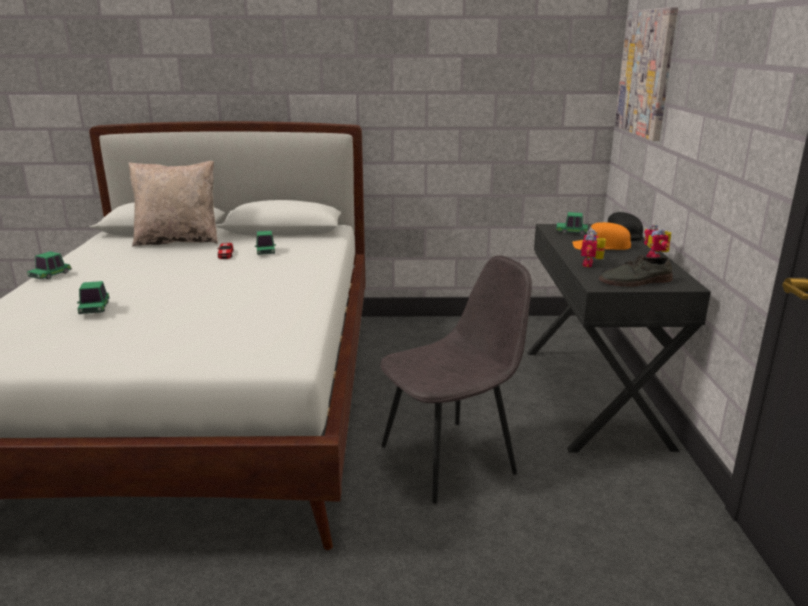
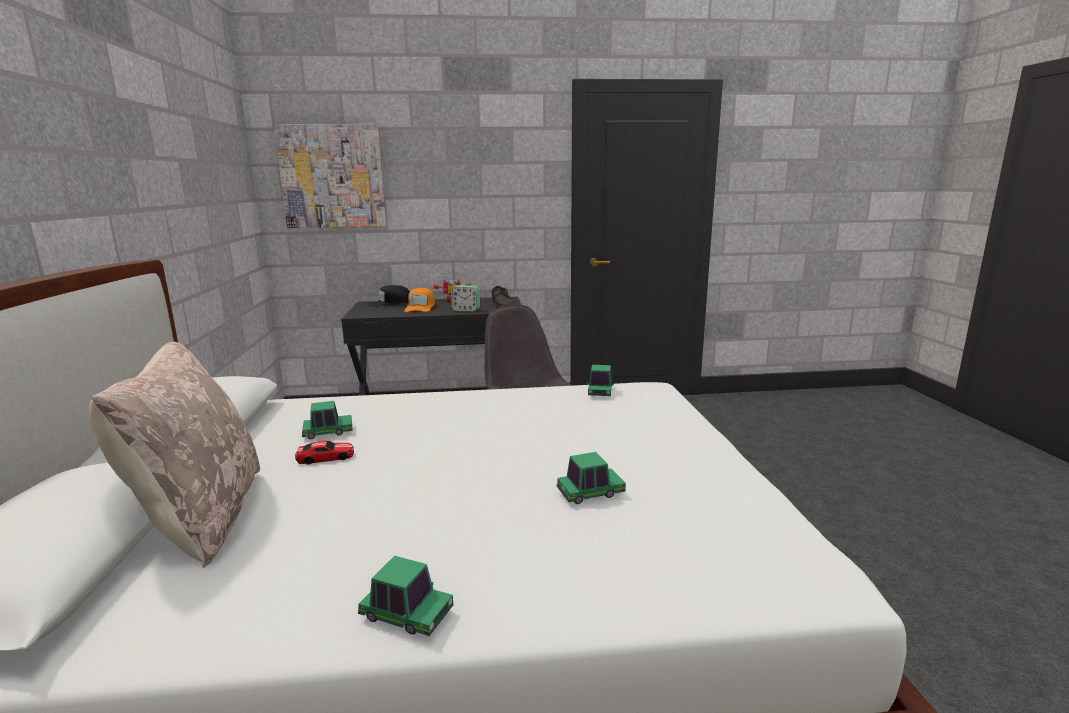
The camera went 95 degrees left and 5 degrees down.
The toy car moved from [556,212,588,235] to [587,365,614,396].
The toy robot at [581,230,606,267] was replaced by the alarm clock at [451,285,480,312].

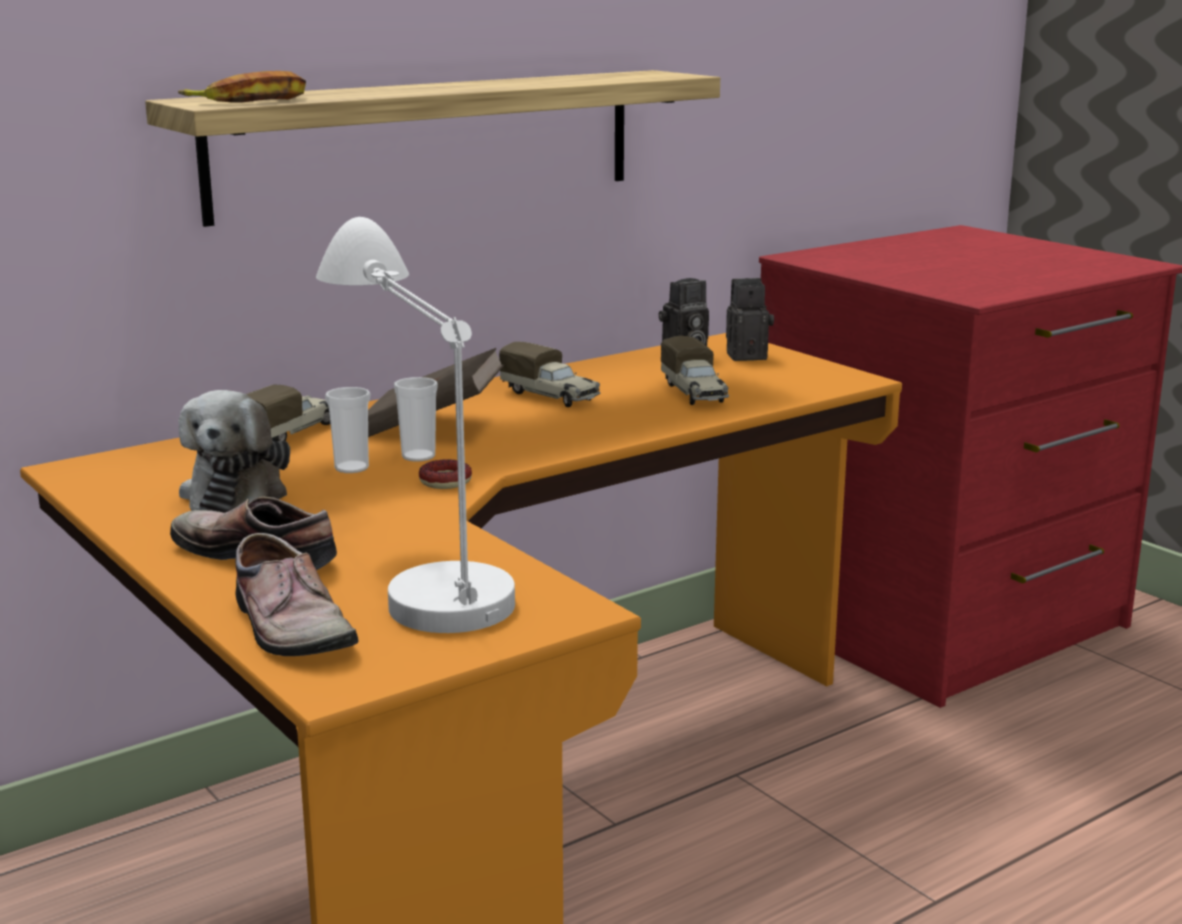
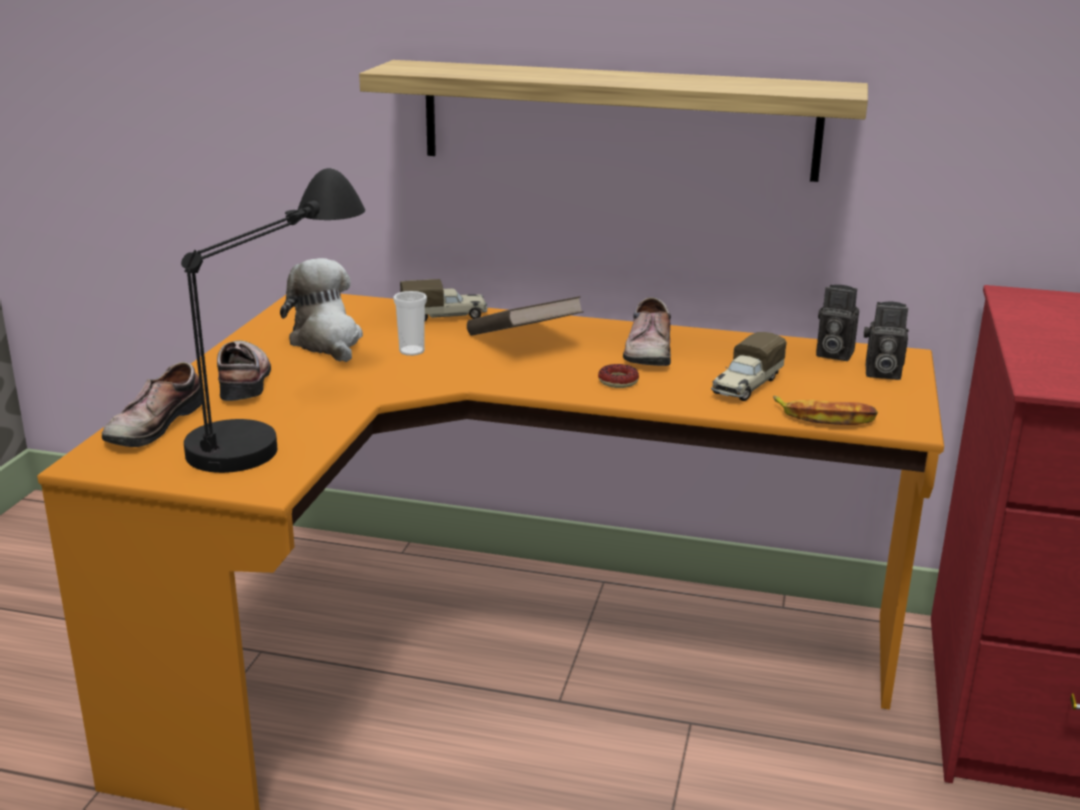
The camera went 50 degrees right and 5 degrees up.
The banana moved from [178,71,306,102] to [773,395,878,425].
The plush toy at [178,390,290,513] turned 105 degrees clockwise.
The table lamp/white at [316,217,515,633] became the table lamp/black at [181,168,365,473].
The cup at [394,377,438,462] disappeared.
The donut moved from [419,459,472,489] to [598,364,639,388].
The toy truck at [499,342,600,407] was replaced by the shoe at [623,297,671,366].
The photo camera at [726,278,774,361] turned 150 degrees clockwise.

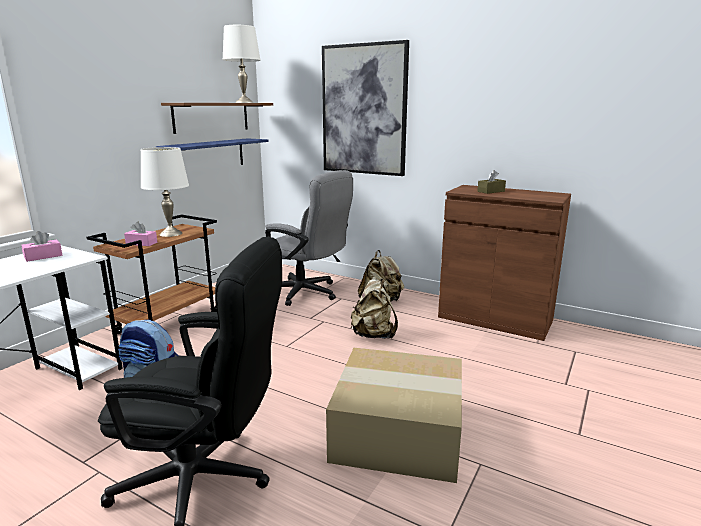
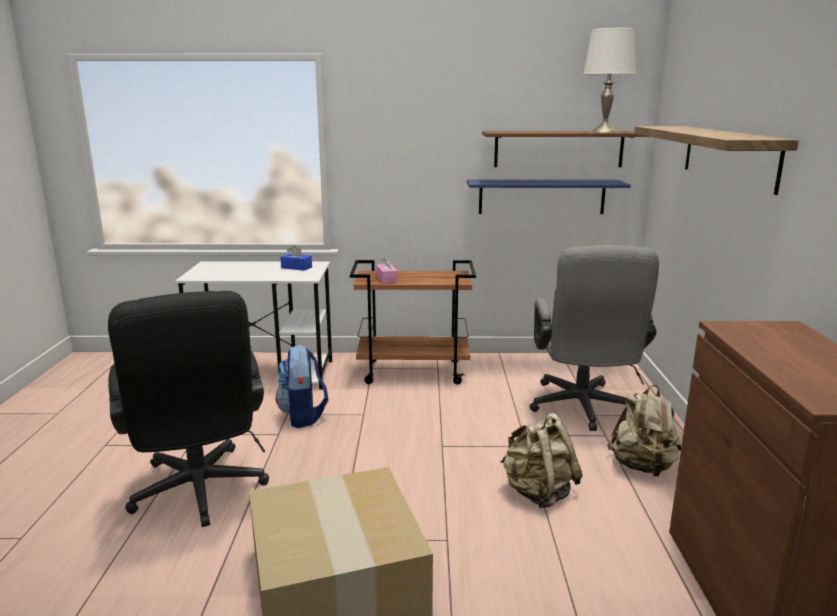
The camera went 60 degrees right and 0 degrees up.
The tissue box/pink at [21,231,62,262] became the tissue box/blue at [281,245,312,271].
The table lamp/white at [141,147,189,237] disappeared.
The picture at [322,40,409,176] was replaced by the shelf at [634,126,799,195].
The tissue box/brown at [477,170,506,194] disappeared.

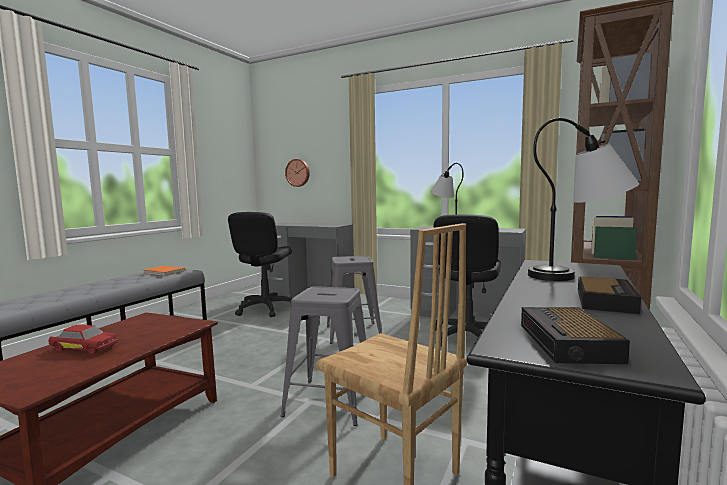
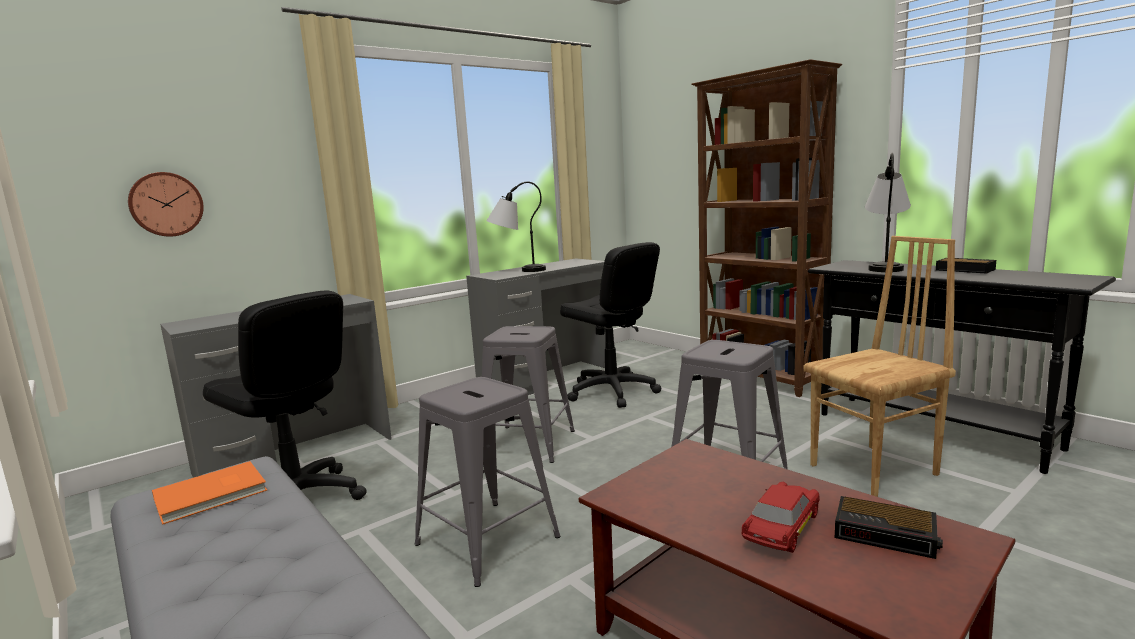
The camera went 65 degrees left and 5 degrees up.
The alarm clock moved from [521,307,630,364] to [835,496,943,559].
The stool/grey at [415,377,560,587] appeared.

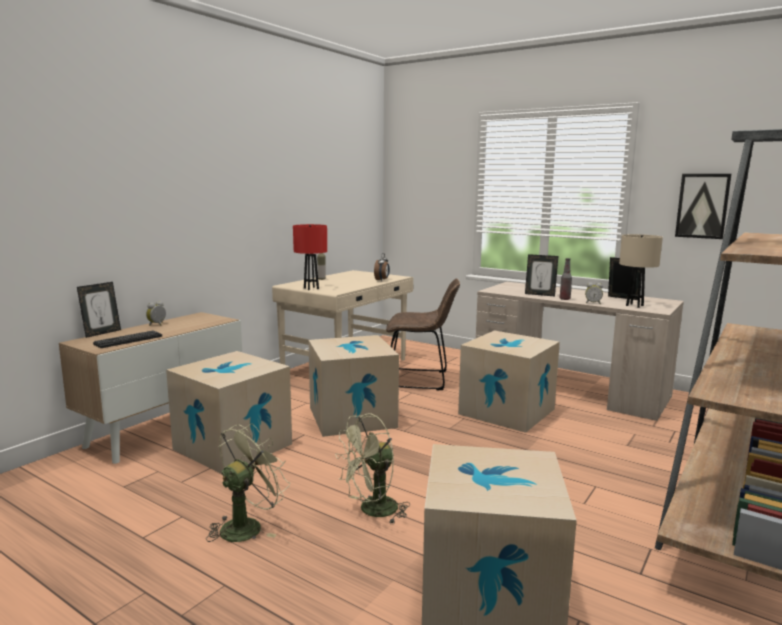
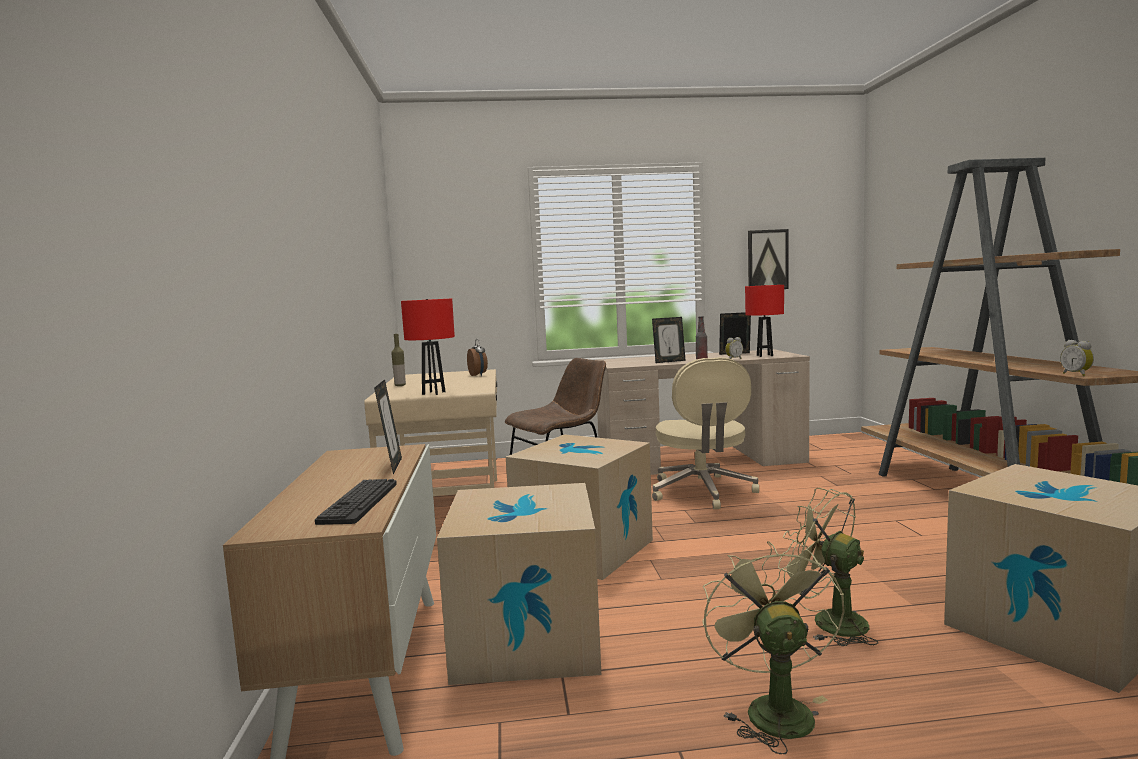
The camera went 40 degrees left and 5 degrees down.
The picture frame moved from [77,282,121,338] to [374,379,402,474].
The alarm clock moved from [146,301,166,326] to [1060,340,1094,376].
The fan/green at [335,414,410,524] turned 120 degrees clockwise.
The cardboard box at [458,330,560,433] was replaced by the office chair/beige at [652,357,759,509].
The table lamp/beige at [619,234,663,308] became the table lamp/red at [745,285,784,357].

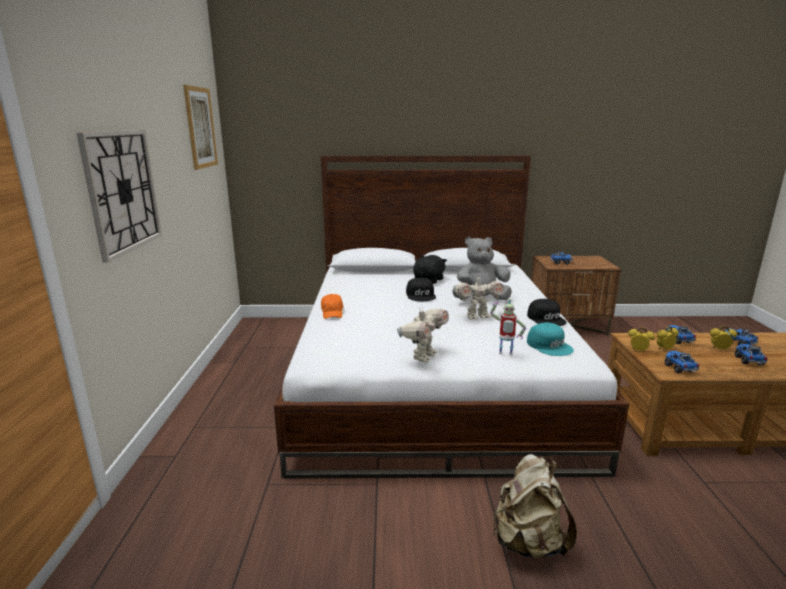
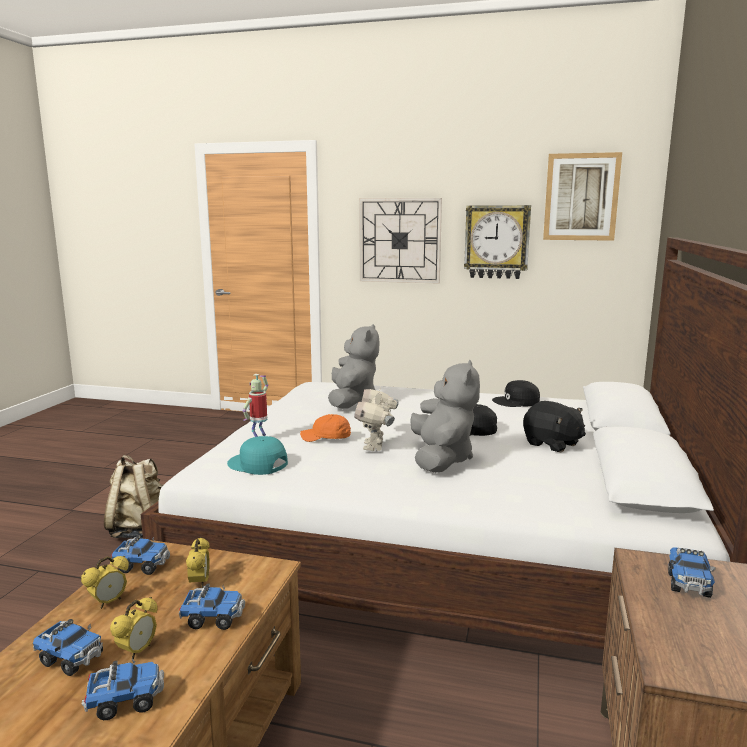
The camera went 105 degrees right and 5 degrees down.
The cap/orange moved from [321,294,343,319] to [300,414,351,442].
The toy robot at [397,305,449,362] disappeared.
The cap/black moved from [527,299,567,326] to [492,380,540,407].
The cap/turquoise at [527,323,574,356] turned 45 degrees clockwise.
The alarm clock moved from [628,327,655,351] to [81,556,129,609].
The plush toy/grey at [328,324,379,409] appeared.
The wall clock at [464,205,531,279] appeared.

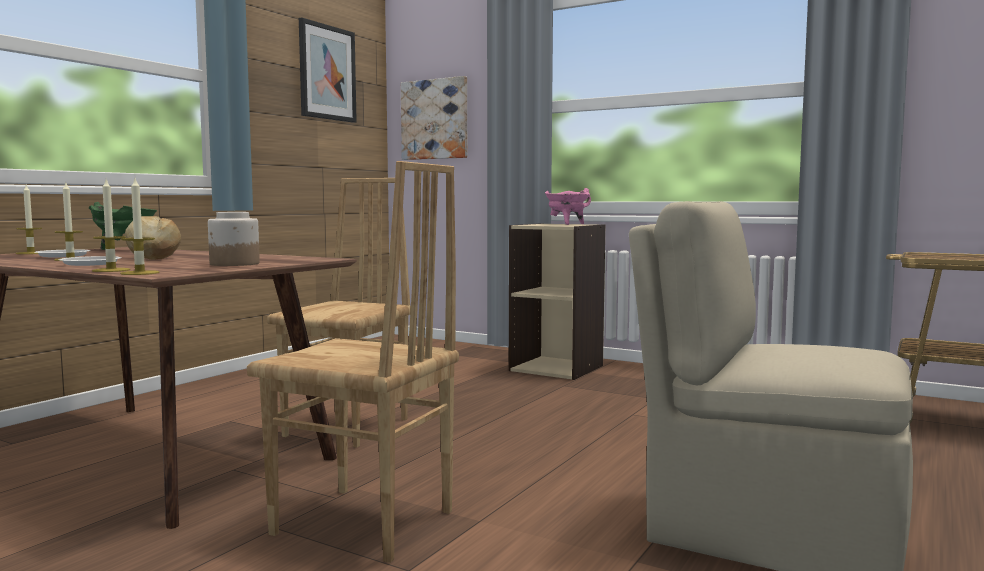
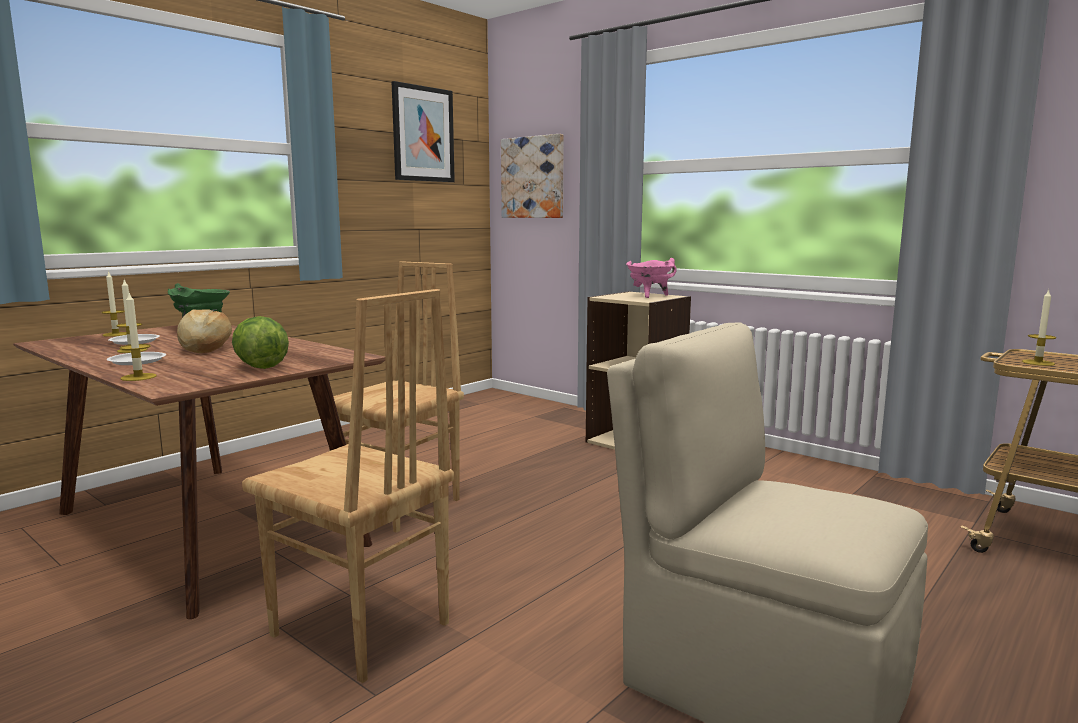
The camera went 10 degrees right and 5 degrees up.
The candle moved from [120,179,160,275] to [1022,289,1056,366].
The jar at [208,212,260,266] was replaced by the lettuce at [232,316,289,369].

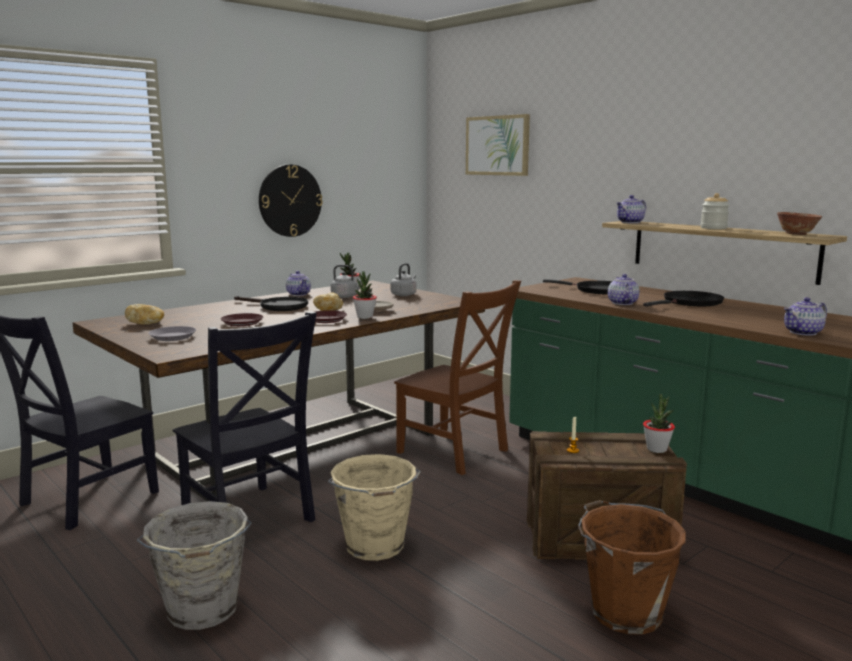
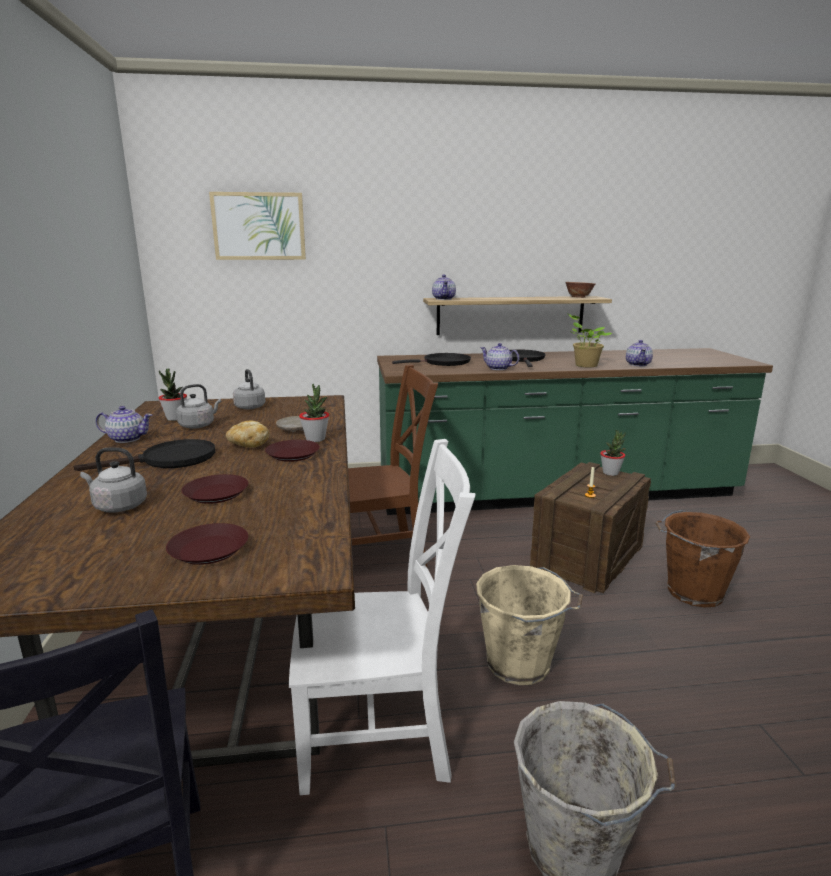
The camera went 55 degrees left and 5 degrees up.
The bread at [125,304,164,325] disappeared.
The plate/grey at [148,326,196,341] became the plate/brown at [166,523,248,565].
The chair/black at [173,312,317,522] became the chair/white at [289,439,476,795].
The wall clock at [259,164,323,237] disappeared.
The jar at [701,193,730,229] disappeared.
The kettle/grey at [80,448,147,513] appeared.
The potted plant at [567,313,612,367] appeared.

